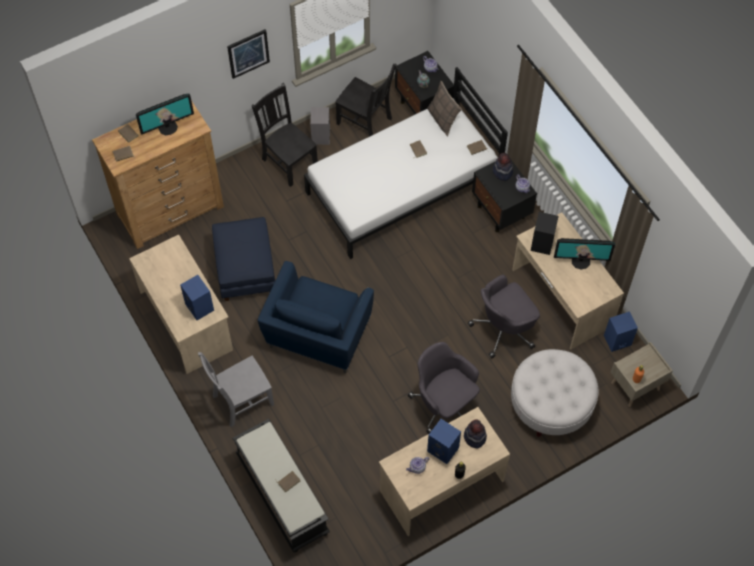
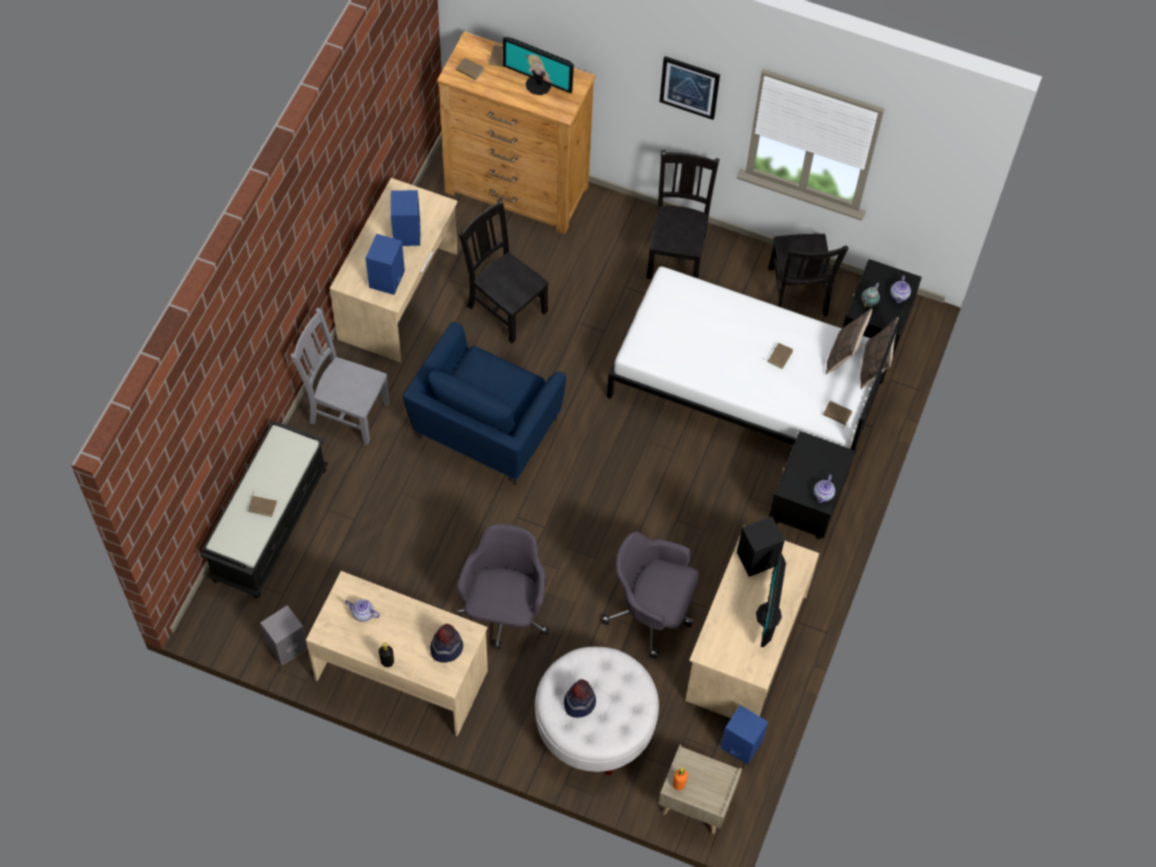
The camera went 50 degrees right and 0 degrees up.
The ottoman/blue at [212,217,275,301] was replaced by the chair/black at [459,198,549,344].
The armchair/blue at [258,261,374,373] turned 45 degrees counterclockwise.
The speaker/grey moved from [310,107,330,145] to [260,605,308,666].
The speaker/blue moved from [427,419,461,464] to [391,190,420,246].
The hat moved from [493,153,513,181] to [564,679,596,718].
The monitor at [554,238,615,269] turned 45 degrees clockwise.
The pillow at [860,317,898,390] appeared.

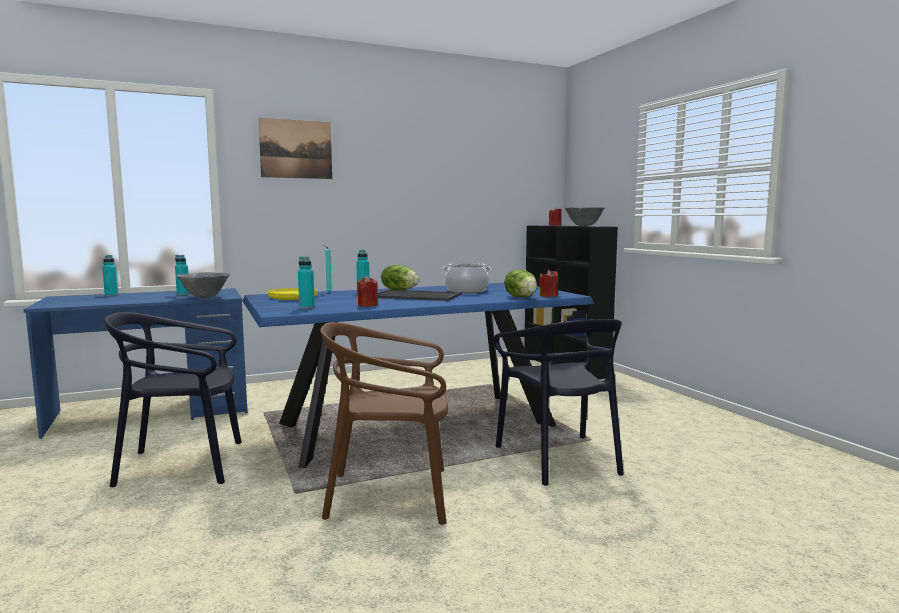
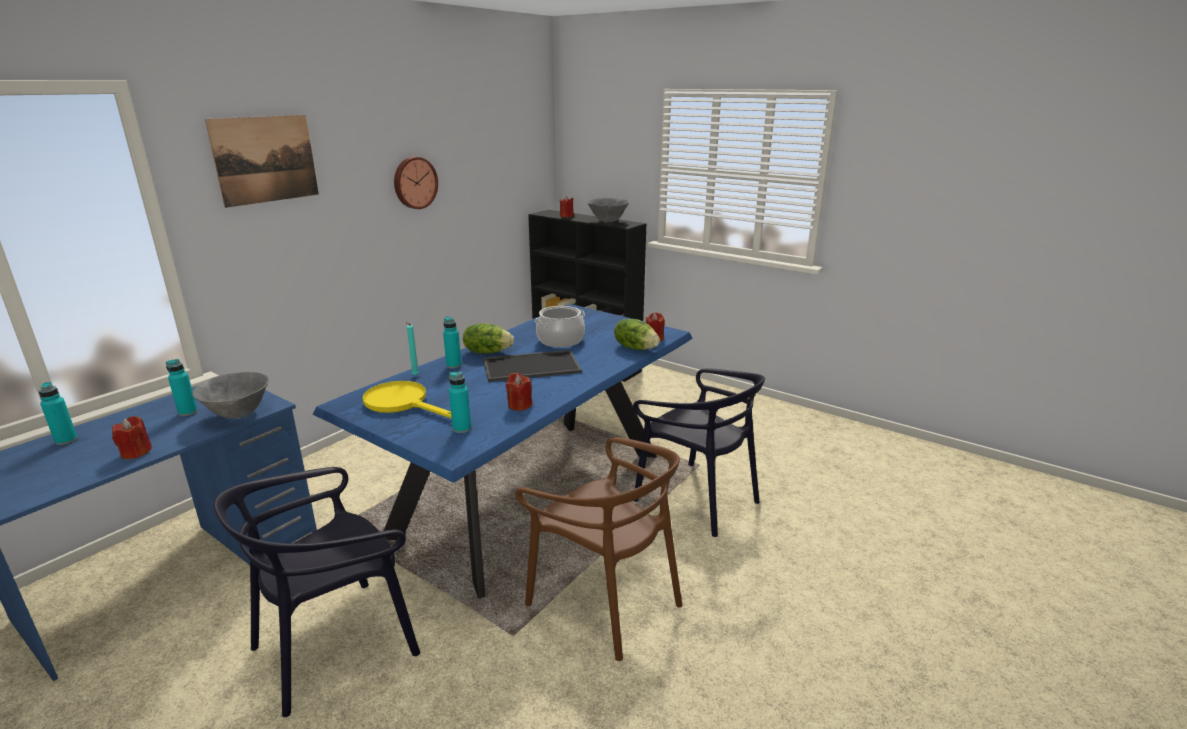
The camera went 30 degrees left and 15 degrees up.
The chair/brown at [320,322,448,525] turned 105 degrees counterclockwise.
The candle/red at [112,416,152,459] appeared.
The wall clock at [394,157,438,209] appeared.

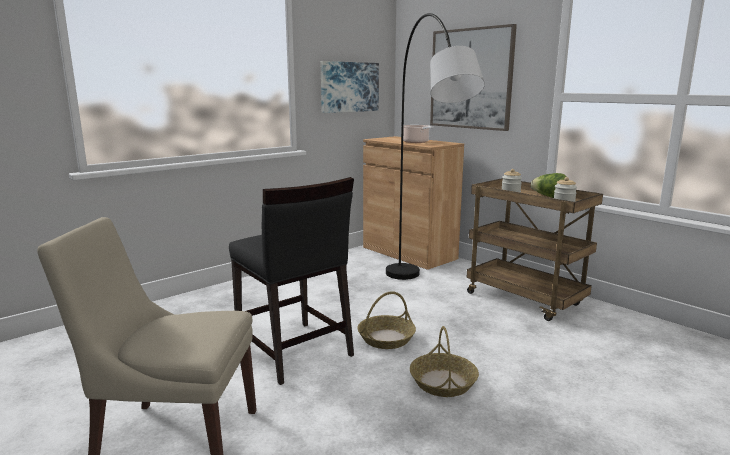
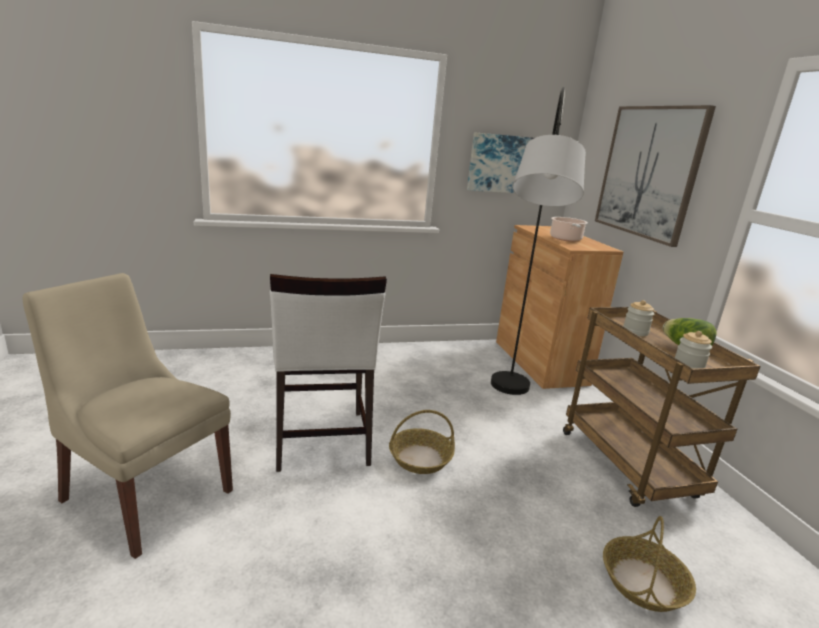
The camera went 25 degrees right and 5 degrees up.
The chair/black at [229,177,354,385] became the chair/white at [270,274,387,472].
The basket moved from [410,326,479,397] to [603,516,696,612].

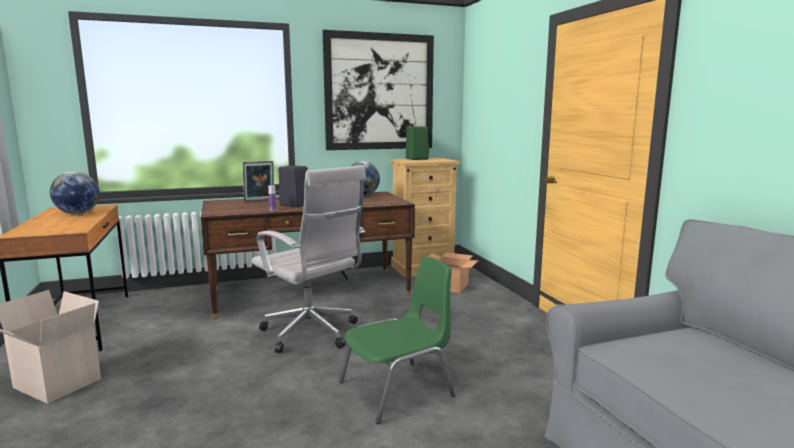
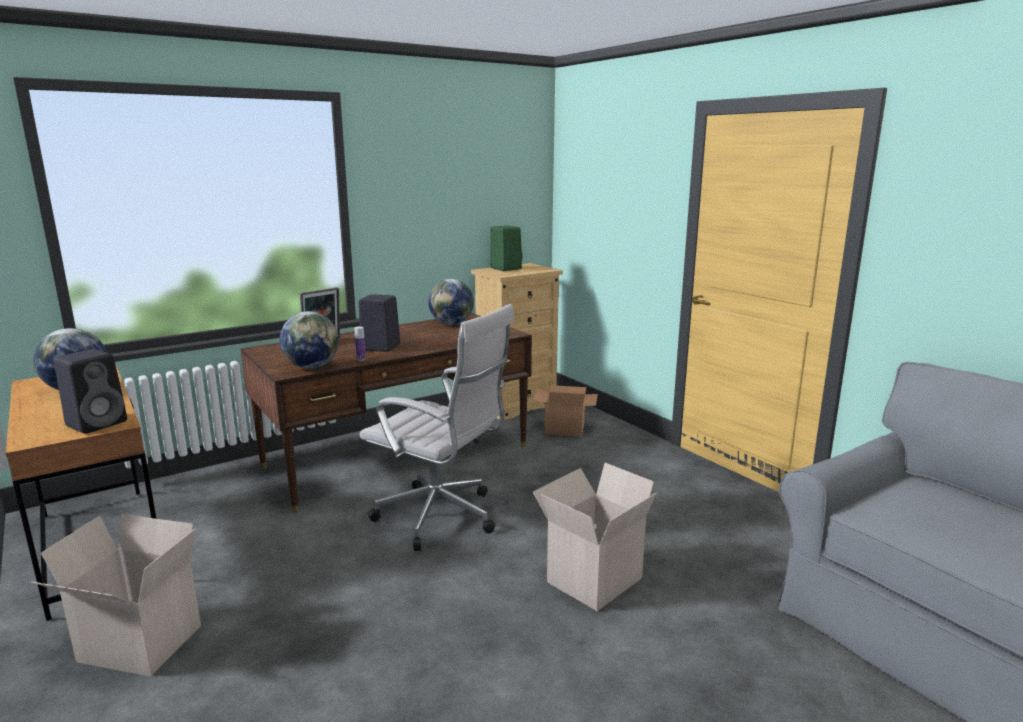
The camera went 15 degrees left and 5 degrees up.
The picture at [323,30,434,150] disappeared.
The chair/green at [339,257,455,424] was replaced by the cardboard box at [533,463,657,611].
The speaker/black at [54,349,127,434] appeared.
The globe at [280,311,339,369] appeared.

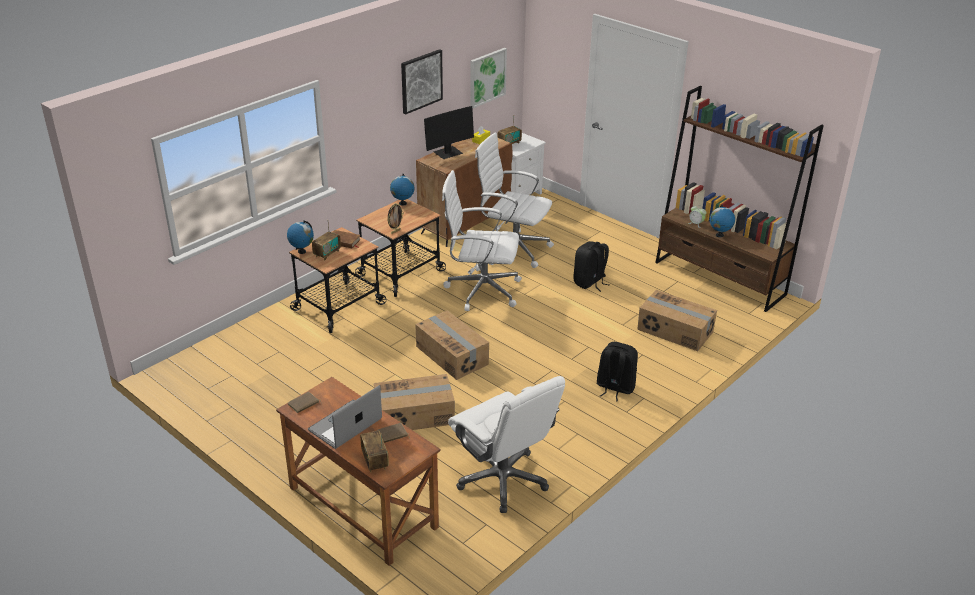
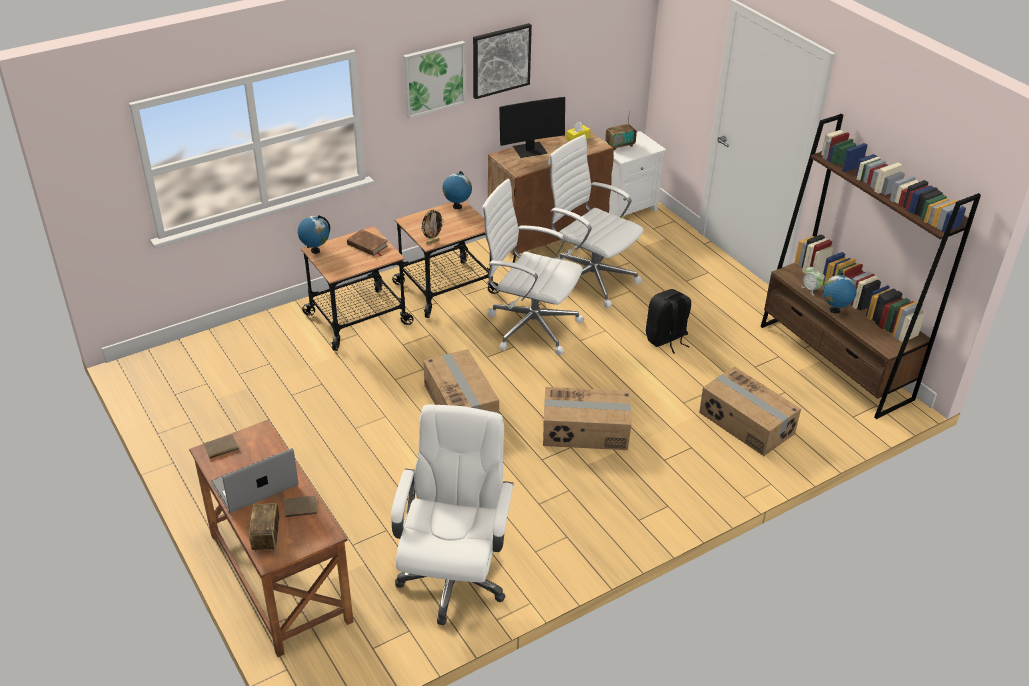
The camera went 15 degrees right and 5 degrees up.
The radio at [312,223,341,260] disappeared.
The cardboard box moved from [374,374,455,430] to [543,387,631,450].
The office chair/white at [448,376,565,513] turned 150 degrees counterclockwise.
The picture moved from [470,48,507,108] to [403,41,466,119].
The backpack/black at [597,342,638,402] disappeared.

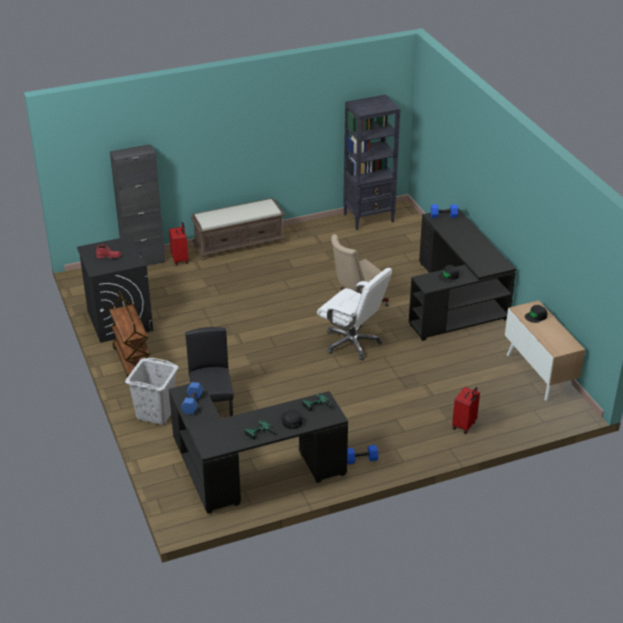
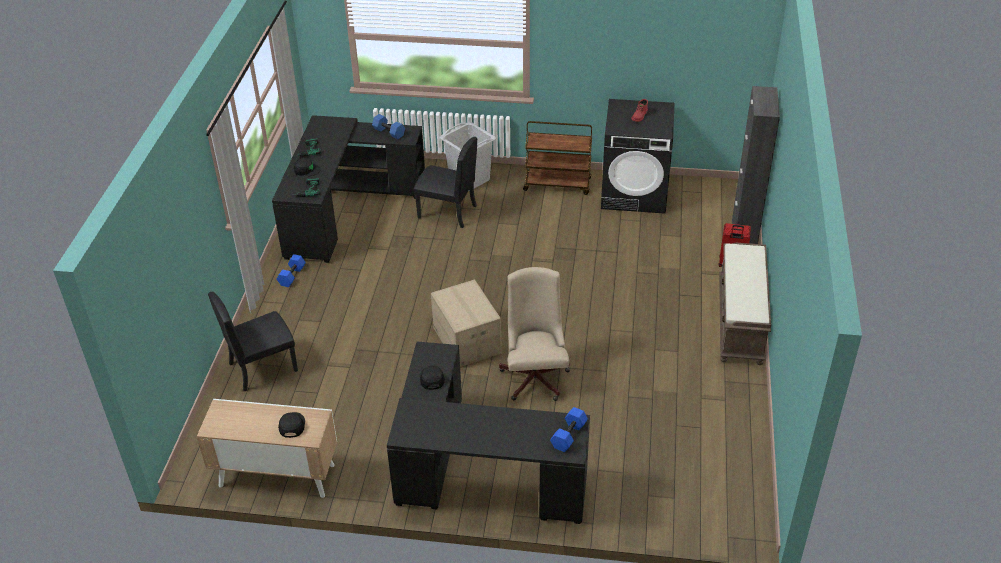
The camera went 120 degrees right and 5 degrees up.
The office chair/white at [317,268,392,360] was replaced by the cardboard box at [431,279,502,367].
The bookcase/black at [343,95,401,230] disappeared.
The suitcase/red at [452,387,480,434] was replaced by the chair/black at [208,292,298,392].

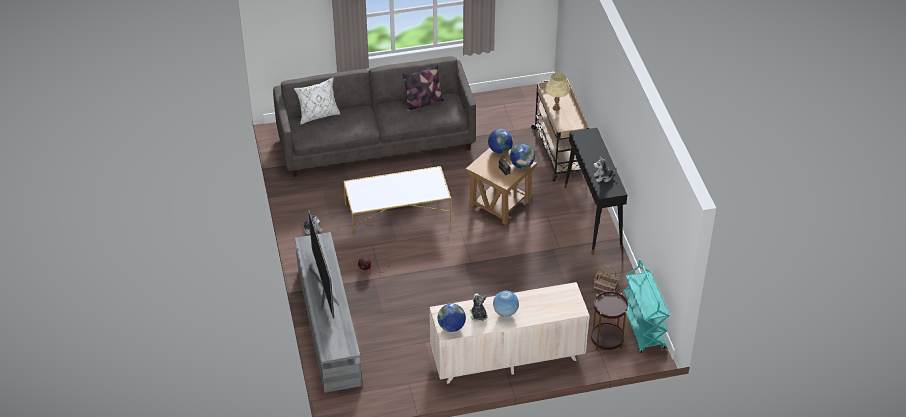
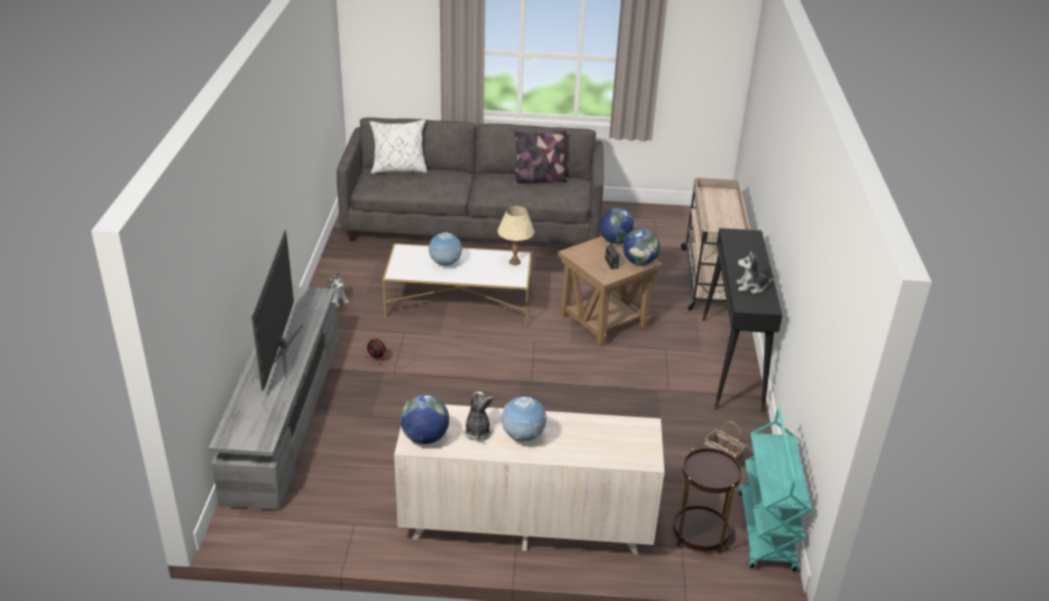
The camera went 15 degrees right and 10 degrees down.
The table lamp/beige moved from [545,72,570,111] to [498,206,534,265].
The globe at [429,232,462,266] appeared.

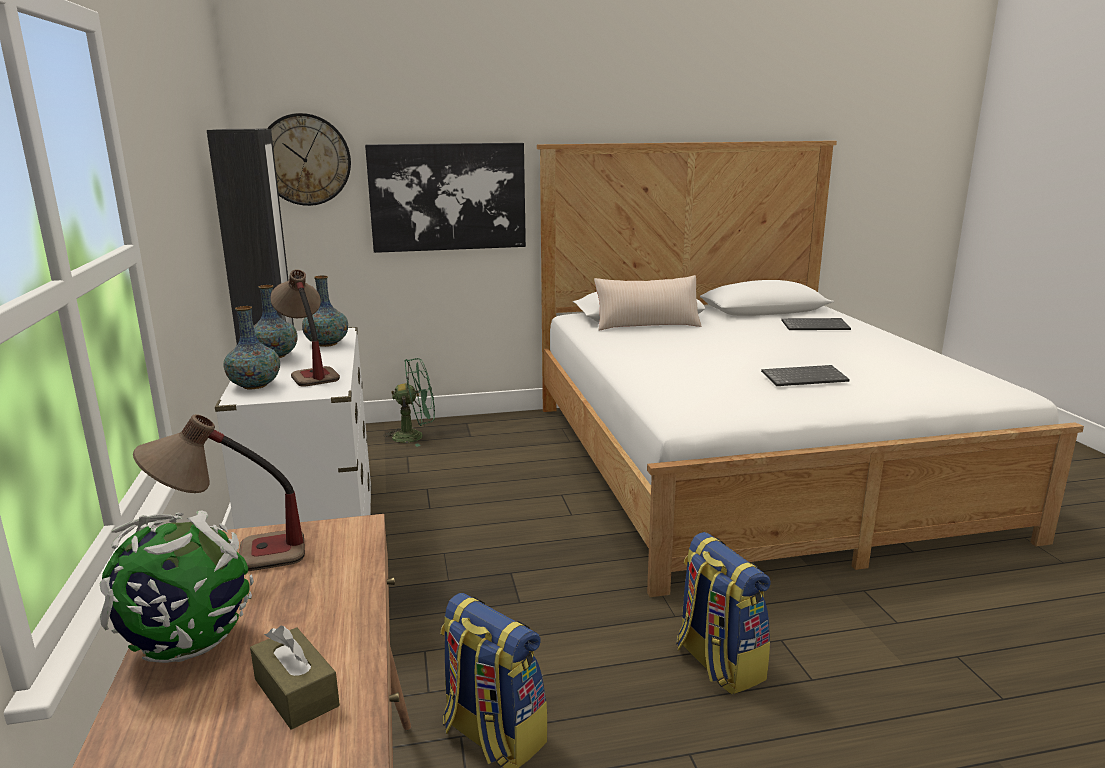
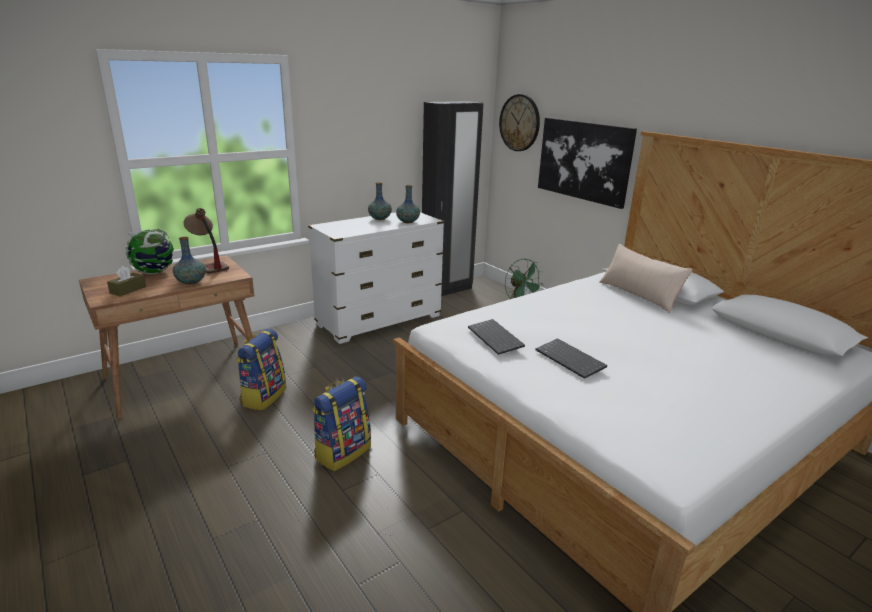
The camera went 65 degrees right and 5 degrees up.
The vase moved from [224,306,280,389] to [173,237,206,285].
The table lamp at [270,269,340,387] disappeared.
The keyboard moved from [781,318,851,330] to [468,319,525,355].

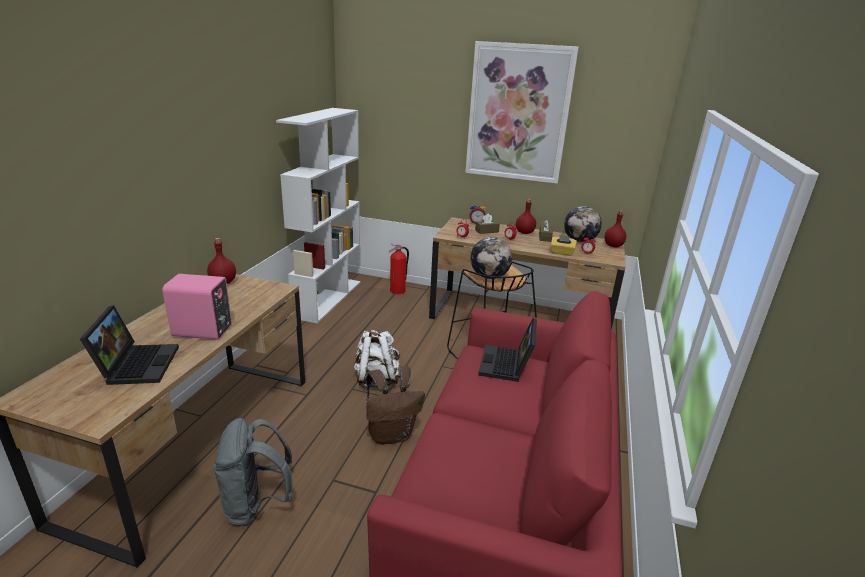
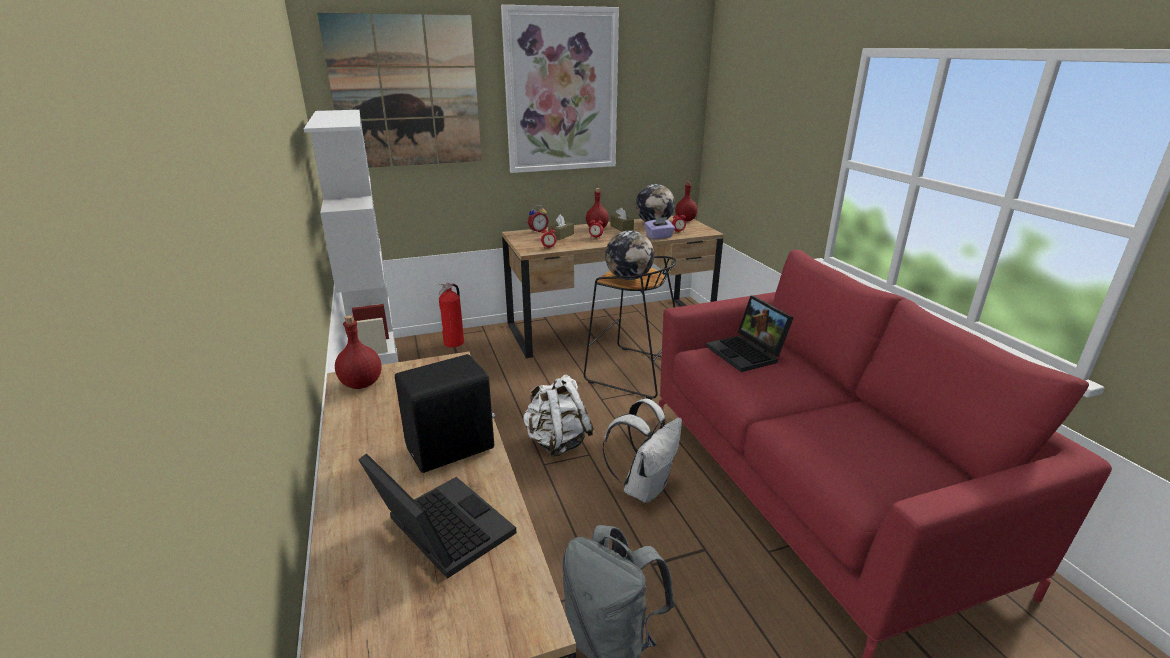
The camera went 35 degrees left and 0 degrees up.
The speaker/pink at [162,274,232,340] became the speaker/black at [395,354,495,473].
The backpack/brown at [366,366,425,445] became the backpack/white at [602,399,682,503].
The tissue box/yellow at [551,235,577,256] became the tissue box/purple at [645,217,675,239].
The picture at [317,13,482,168] appeared.

